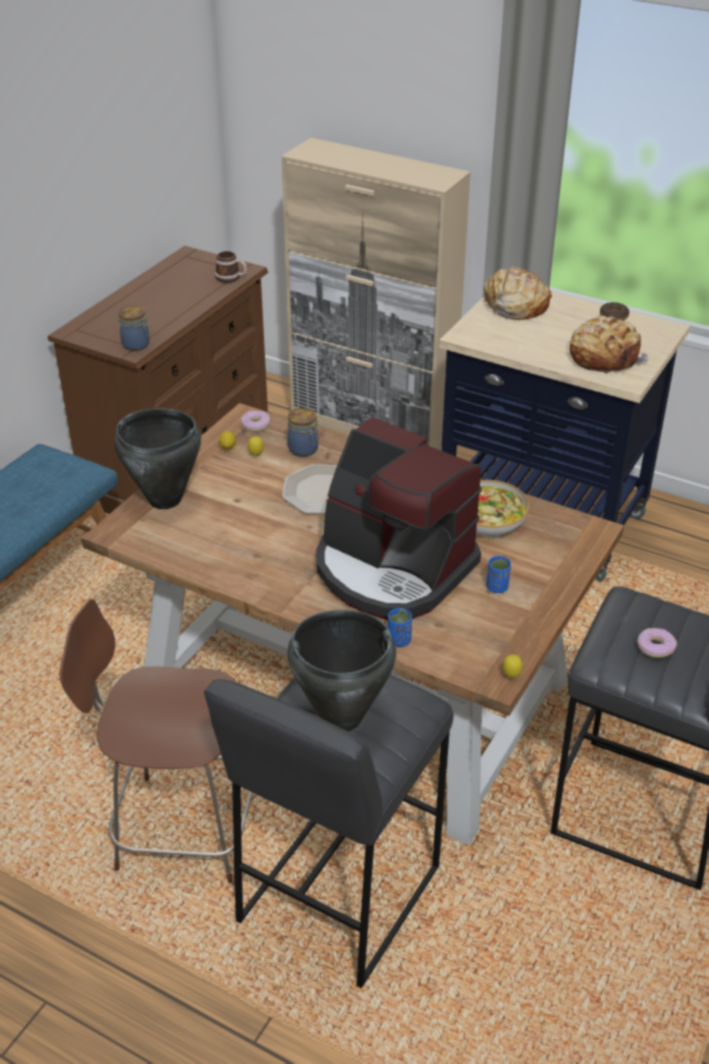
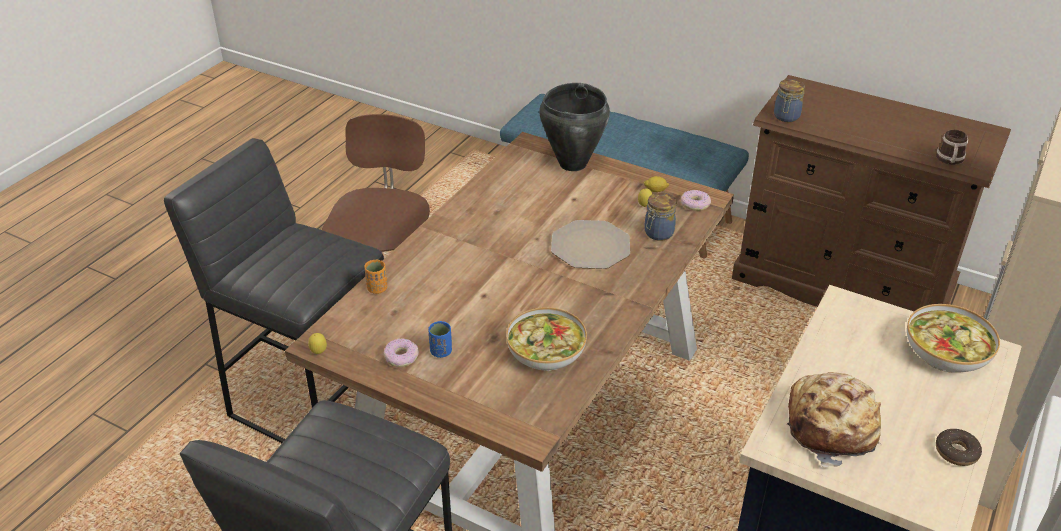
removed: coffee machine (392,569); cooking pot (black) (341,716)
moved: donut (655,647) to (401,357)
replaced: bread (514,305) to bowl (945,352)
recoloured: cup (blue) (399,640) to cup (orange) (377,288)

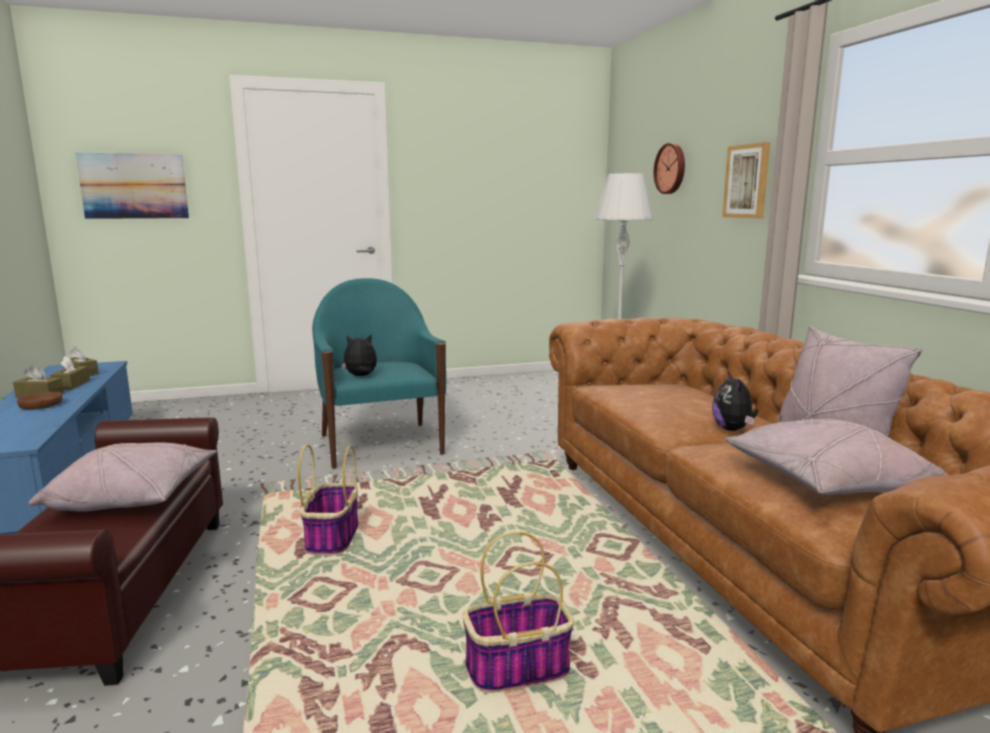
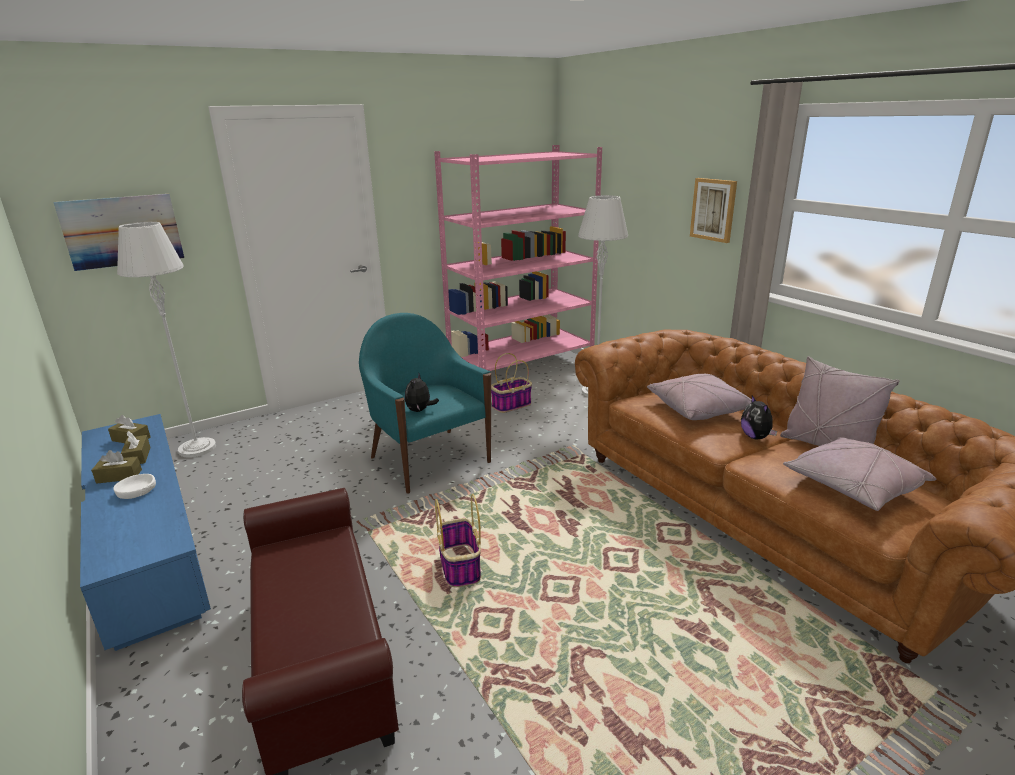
removed: wall clock (671,168)
added: bookcase (pink) (521,368); floor lamp (grey) (197,448)
moved: pillow (purple) (134,497) to (699,409); basket (516,669) to (511,405)
recoloured: bowl (brown) (41,405) to bowl (white) (136,491)
turned: plush toy (361,376) = (420,410) 45 degrees counterclockwise

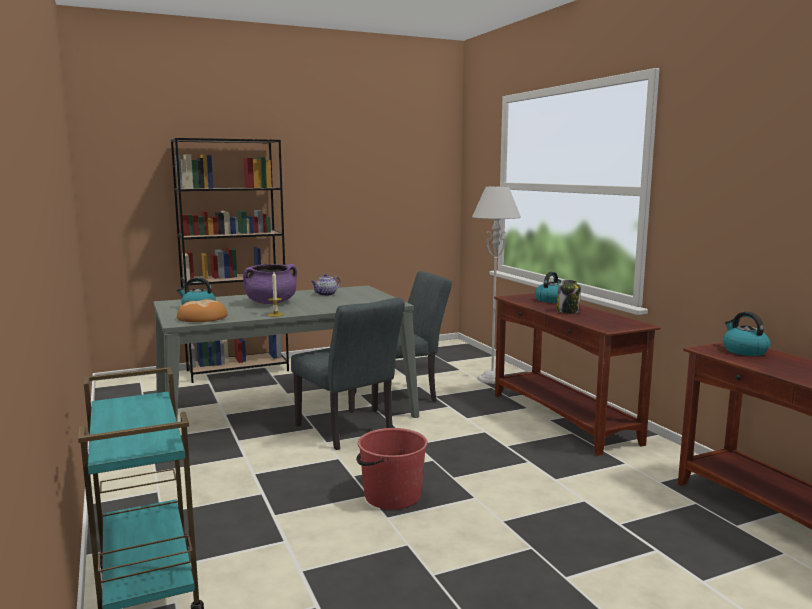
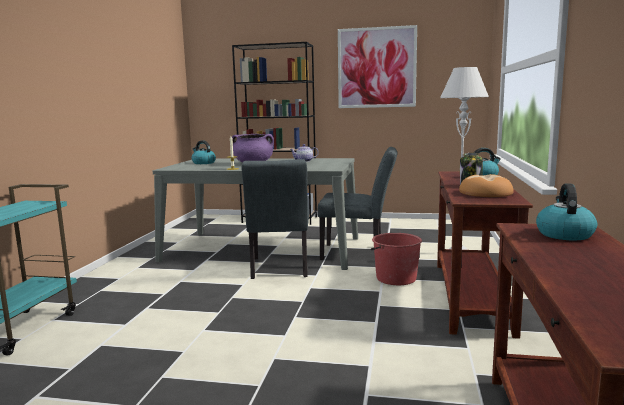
added: picture (376,68)
moved: bread (203,318) to (486,193); bucket (red) (391,496) to (395,278)

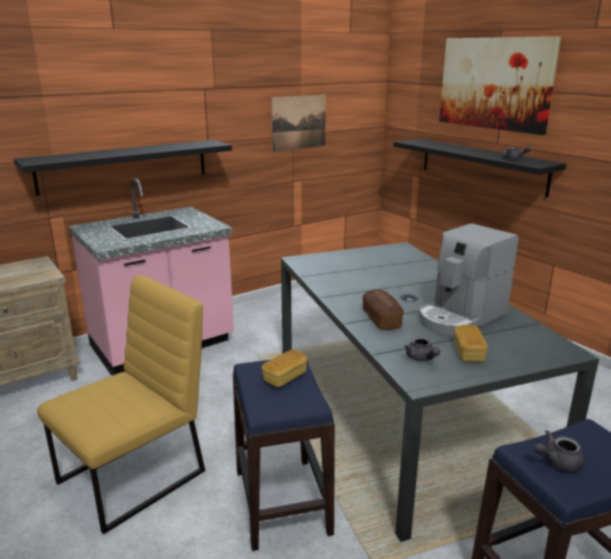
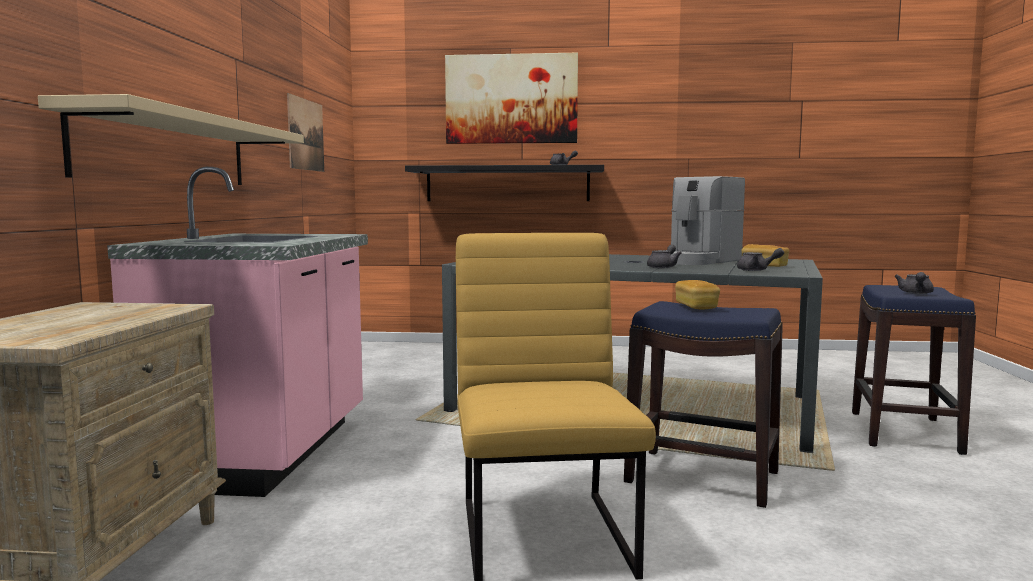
replaced: bread (381,319) to teapot (grey) (663,267)
recoloured: shelf (black) (124,166) to shelf (beige) (168,151)
turned: coffee machine (460,317) = (697,261) 45 degrees clockwise

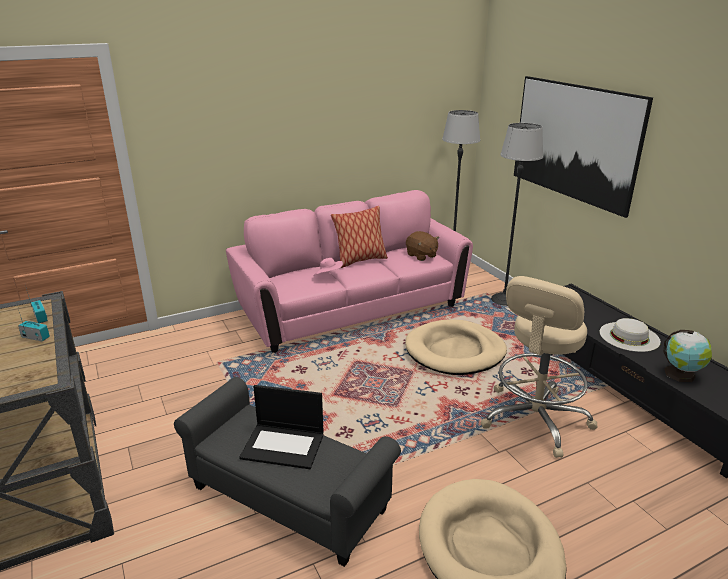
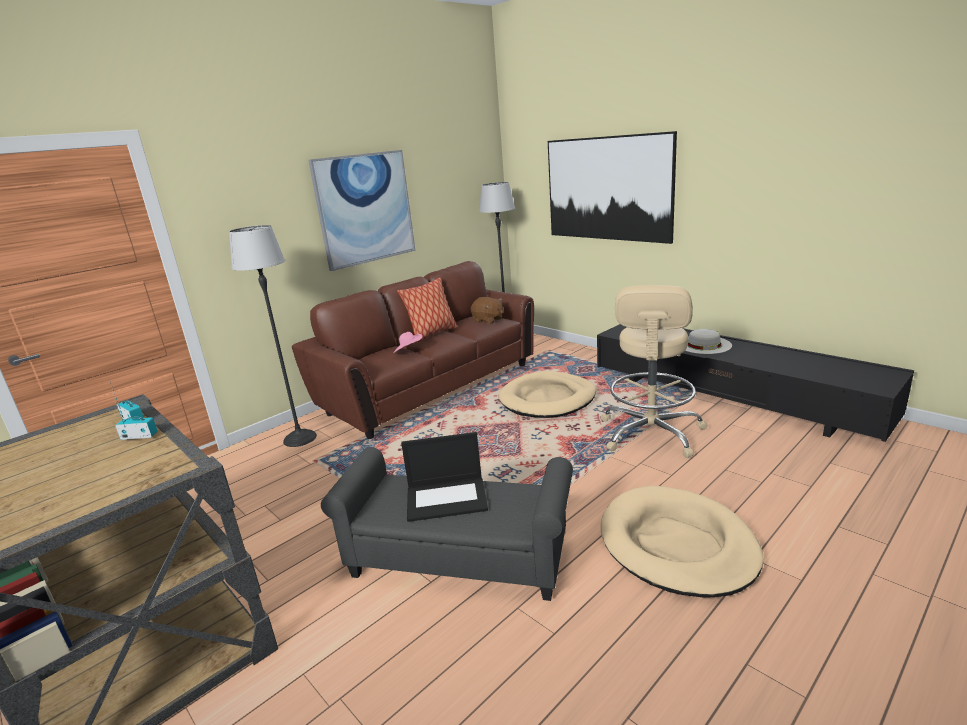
removed: globe (681,374)
added: picture (365,209)
moved: floor lamp (504,300) to (299,438)
recoloured: sofa (pink) (351,310) to sofa (brown) (429,388)

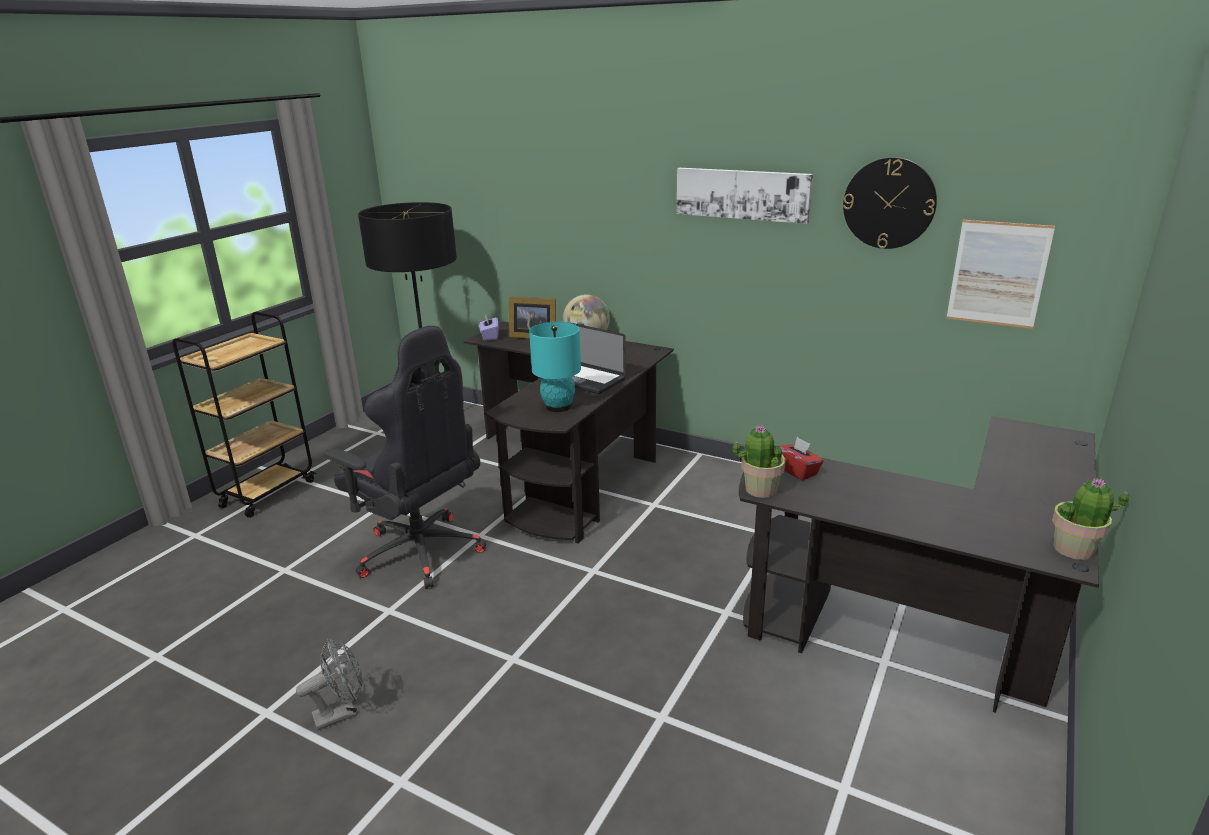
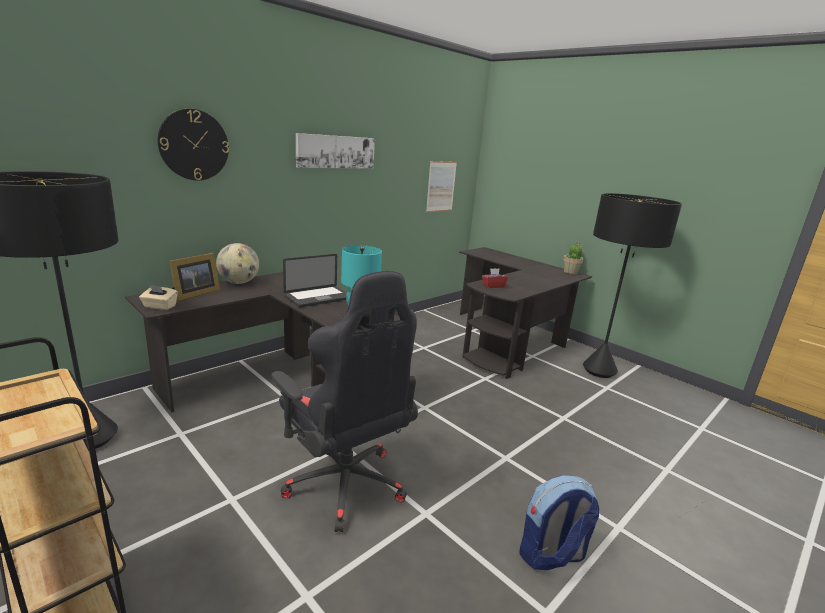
removed: potted plant (760,489)
added: floor lamp (black) (599,371)
moved: wall clock (889,203) to (194,145)
replaced: fan (grey) (341,713) to backpack (551,555)
recoloured: tissue box (purple) (489,337) to tissue box (beige) (159,307)
turned: office chair (black) (419,552) = (344,483) 90 degrees clockwise

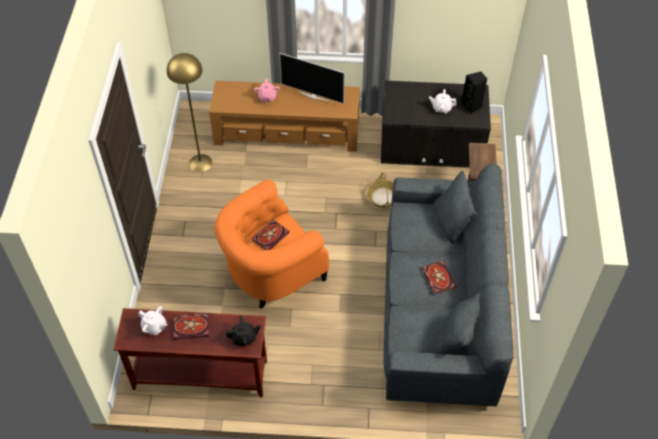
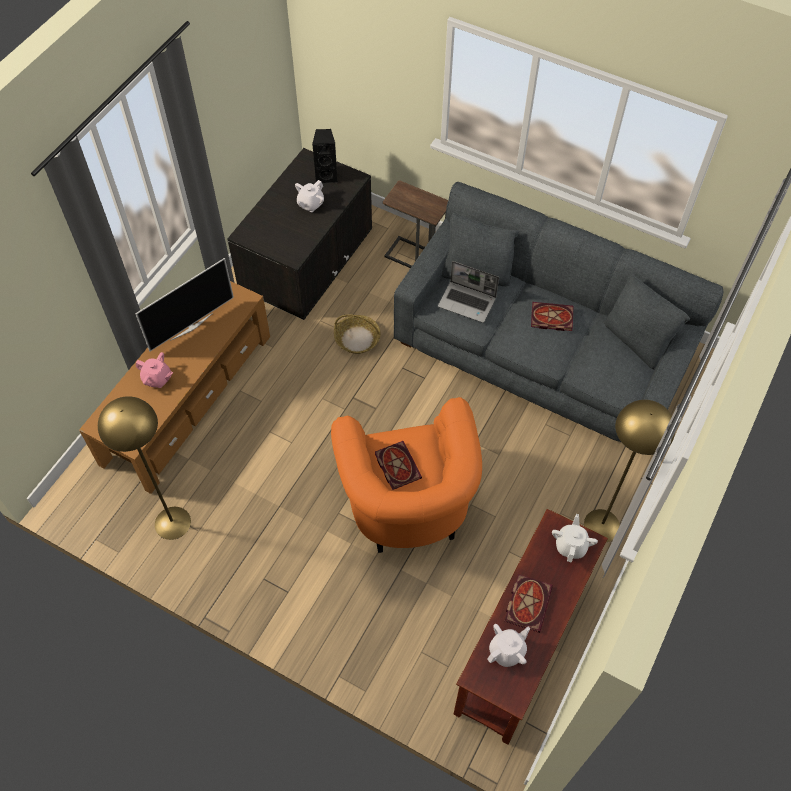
added: laptop (467,302); floor lamp (yellow) (602,525)
recoloured: teapot (black) (244,338) to teapot (white) (571,545)

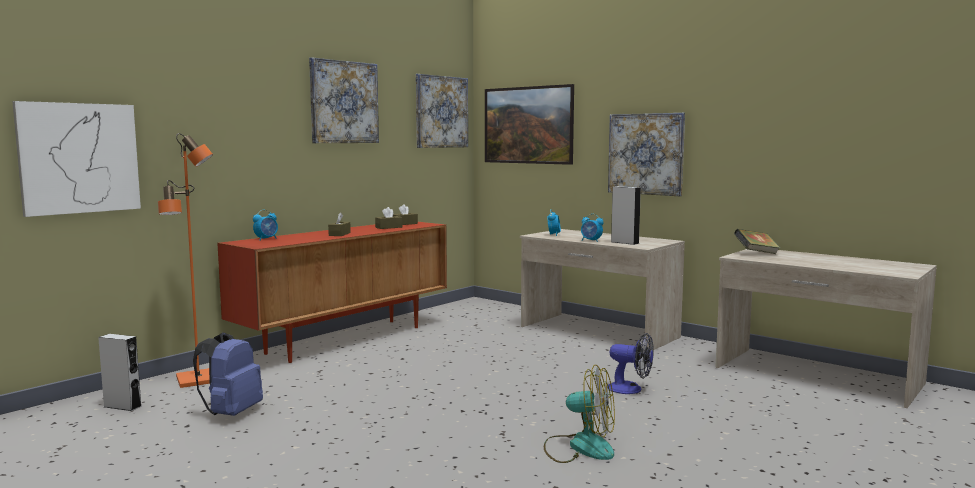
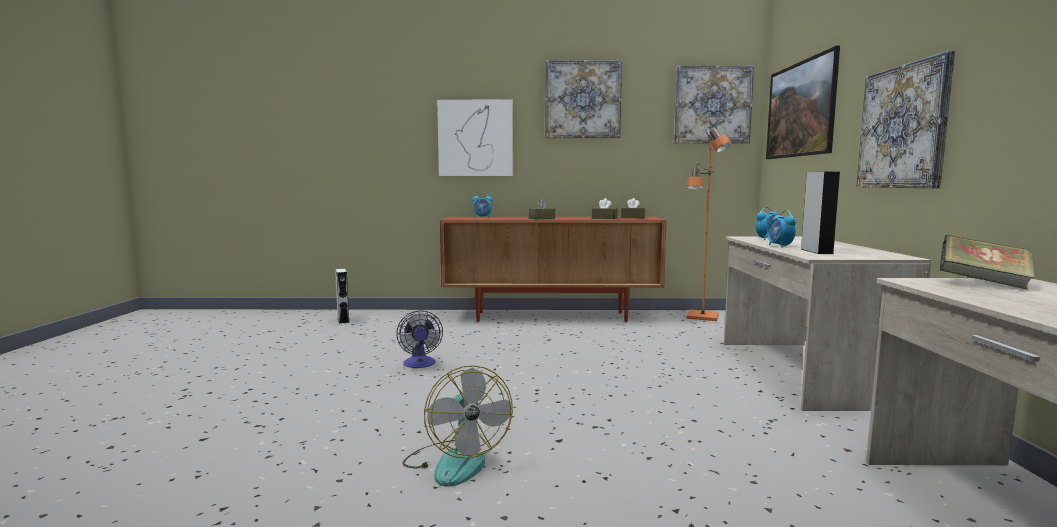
removed: backpack (blue) (231,413)
moved: picture (79,158) to (475,138); floor lamp (orange) (198,379) to (702,316); fan (631,389) to (420,364)

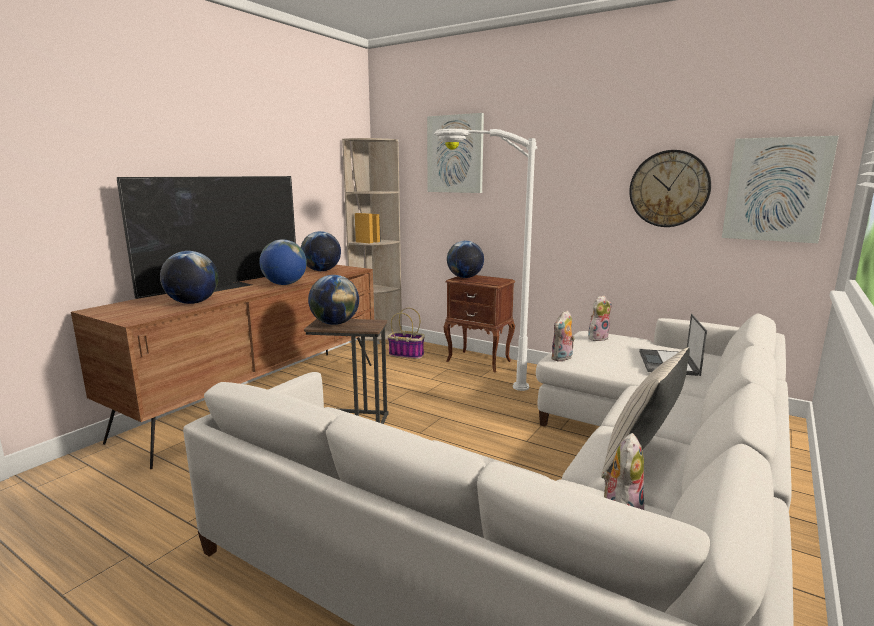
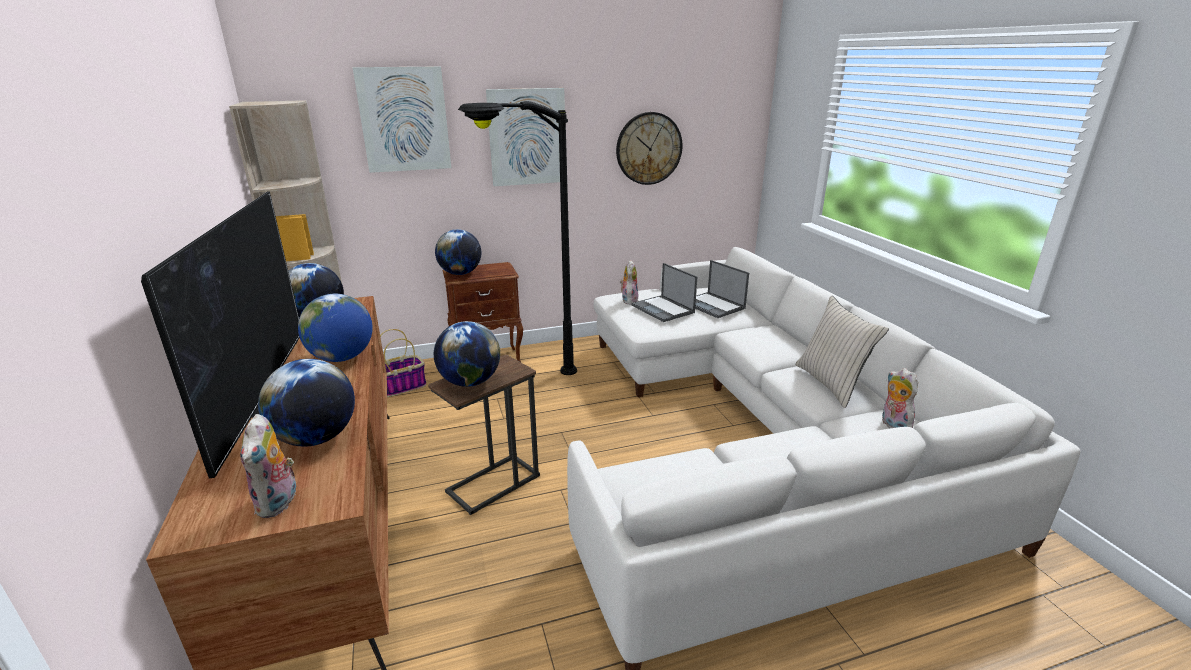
added: laptop (663,309)
moved: picture (776,190) to (527,137); plush toy (562,358) to (279,503)
recoloured: floor lamp (white) (470,383) to floor lamp (black) (523,388)

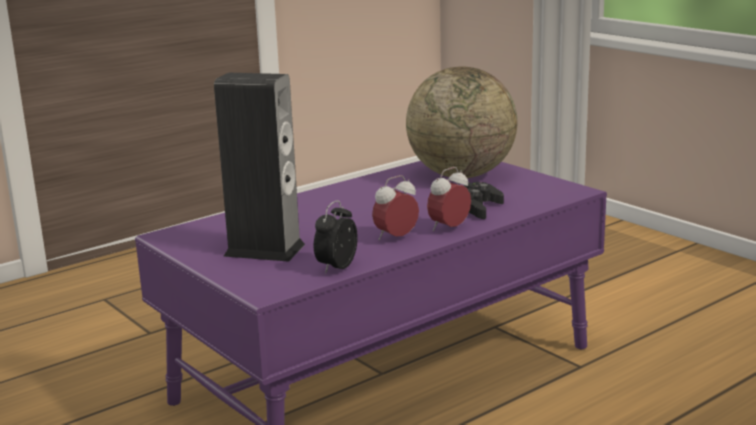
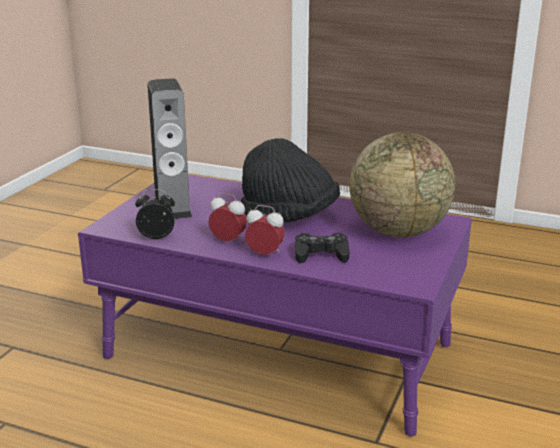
added: hat (black) (289,218)

